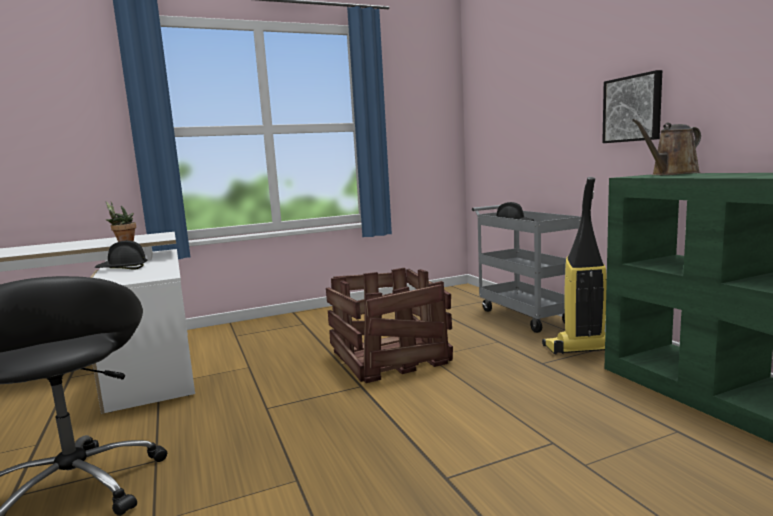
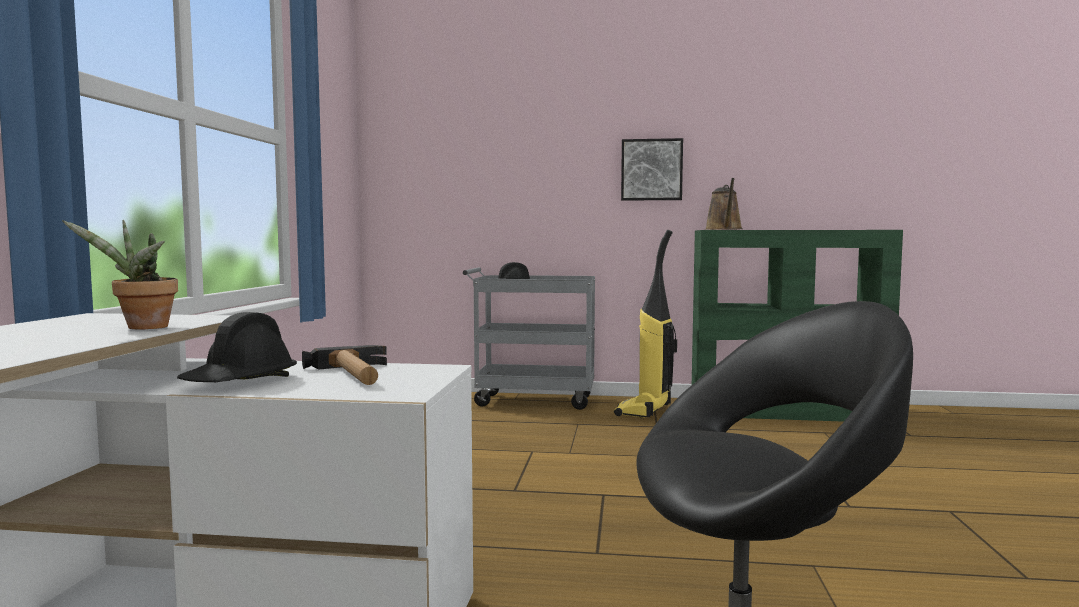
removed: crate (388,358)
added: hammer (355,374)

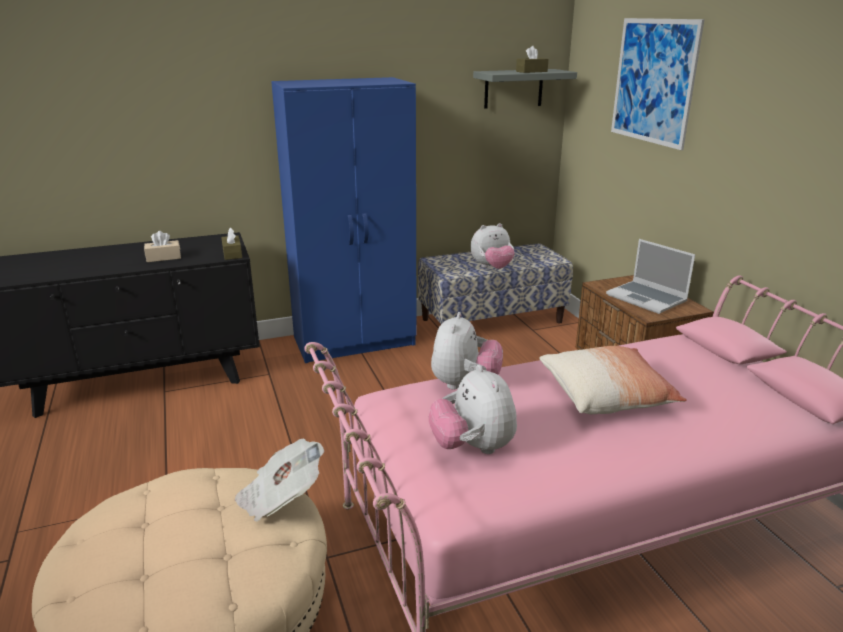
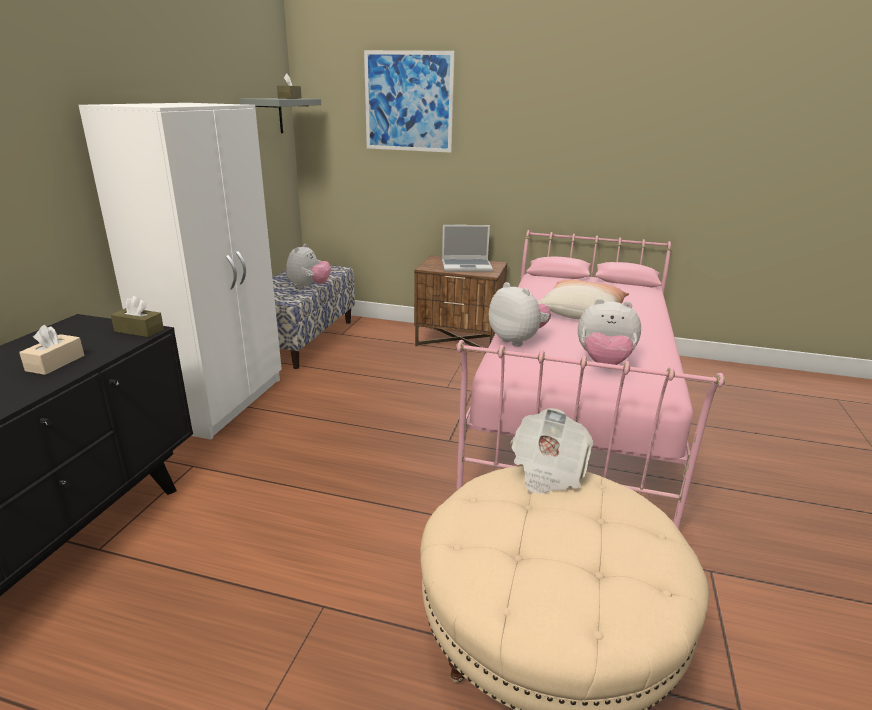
recoloured: wardrobe (blue) (355,341) to wardrobe (white) (222,401)

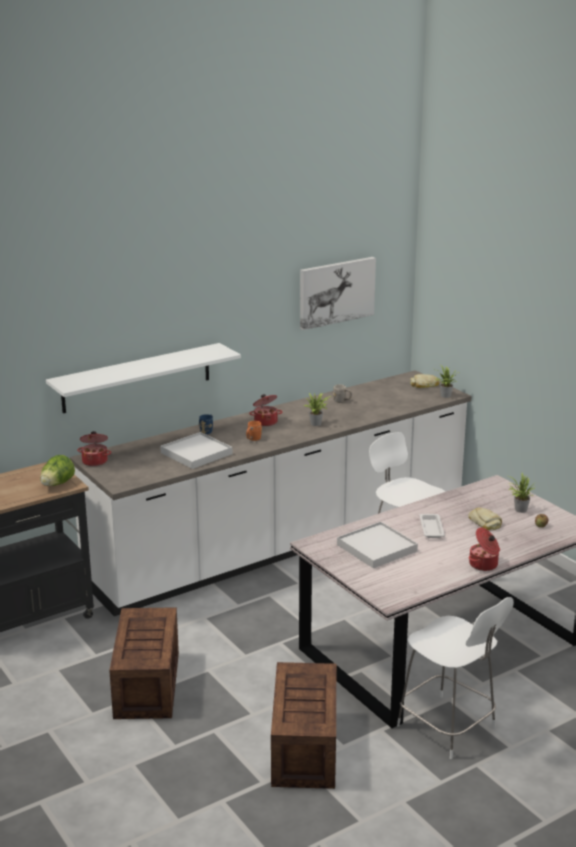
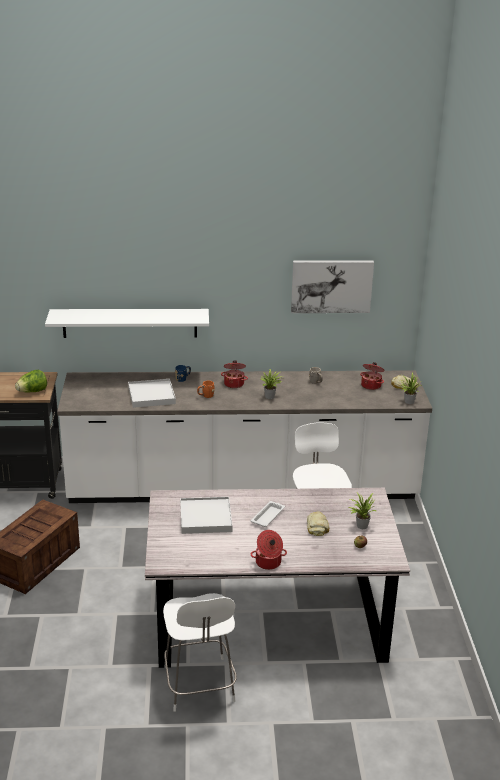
removed: crate (305,749)
moved: cooking pot (95,461) to (371,385)

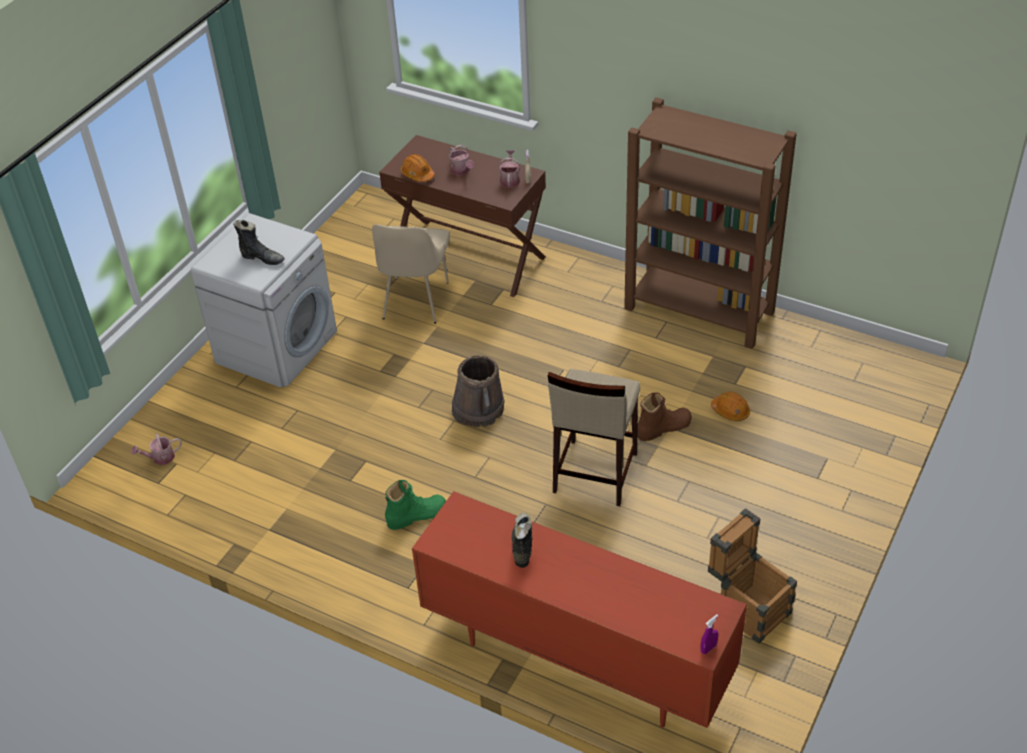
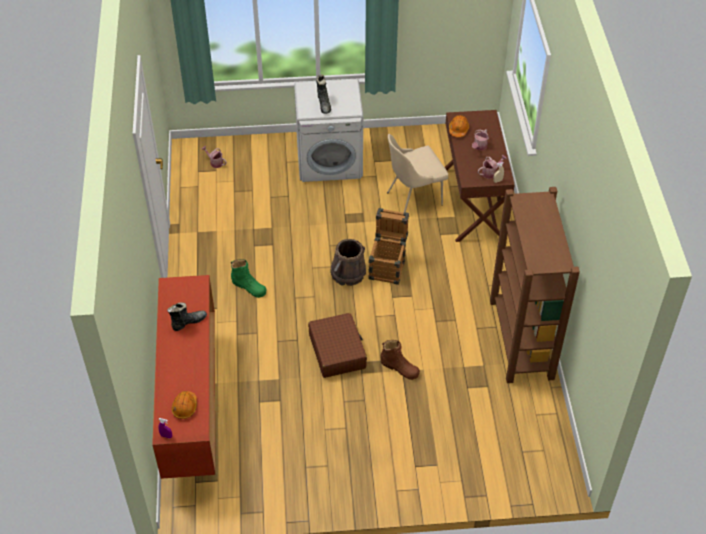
moved: hard hat (orange) (730,411) to (185,407); crate (748,607) to (388,266)
replaced: stool (beige) (594,473) to suitcase (brown) (337,351)

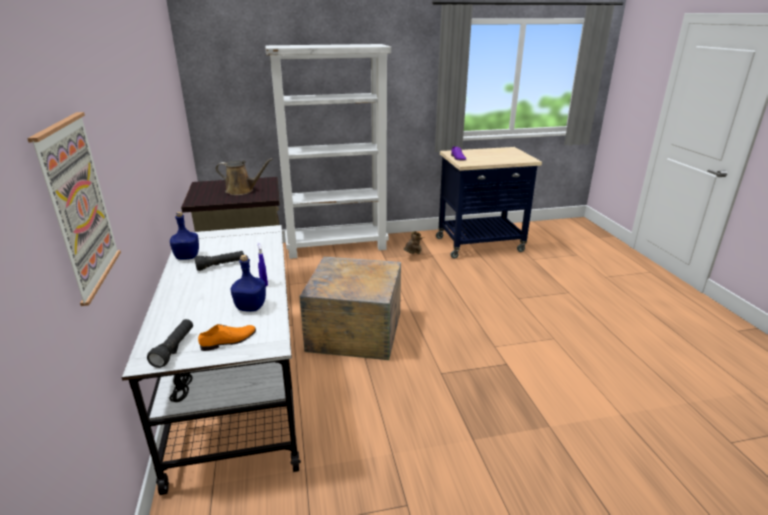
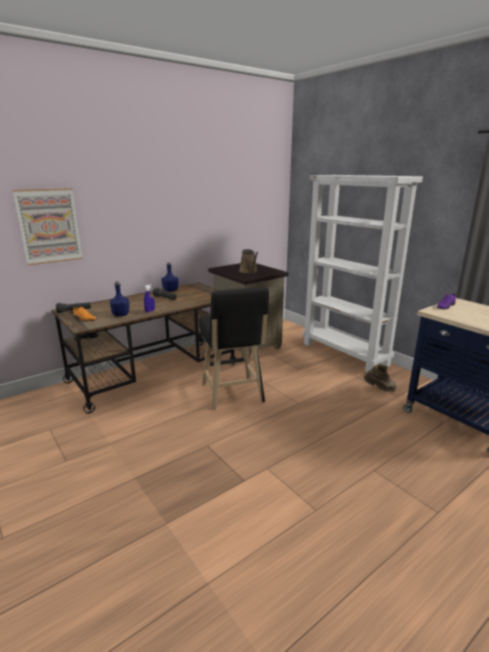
replaced: crate (356,332) to stool (black) (233,394)
recoloured: desk (white) (238,383) to desk (brown) (153,373)

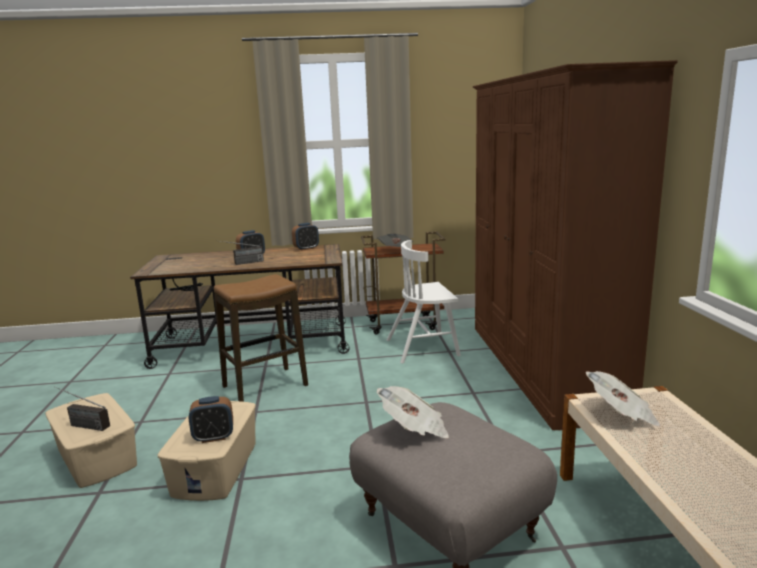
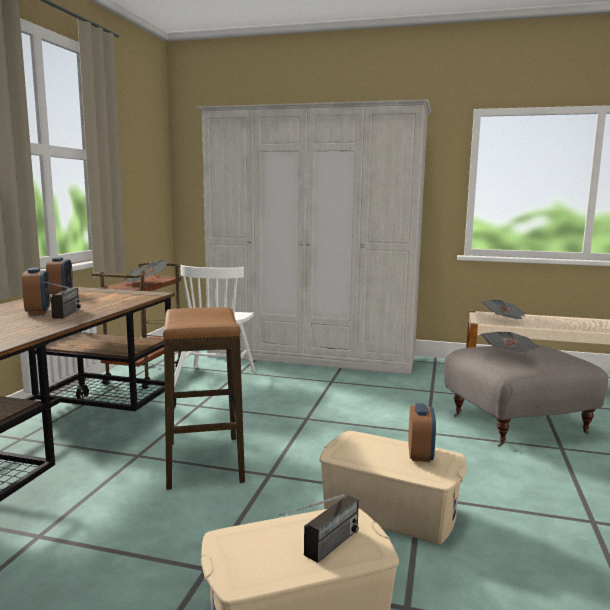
recoloured: wardrobe (brown) (541,367) to wardrobe (white) (312,356)

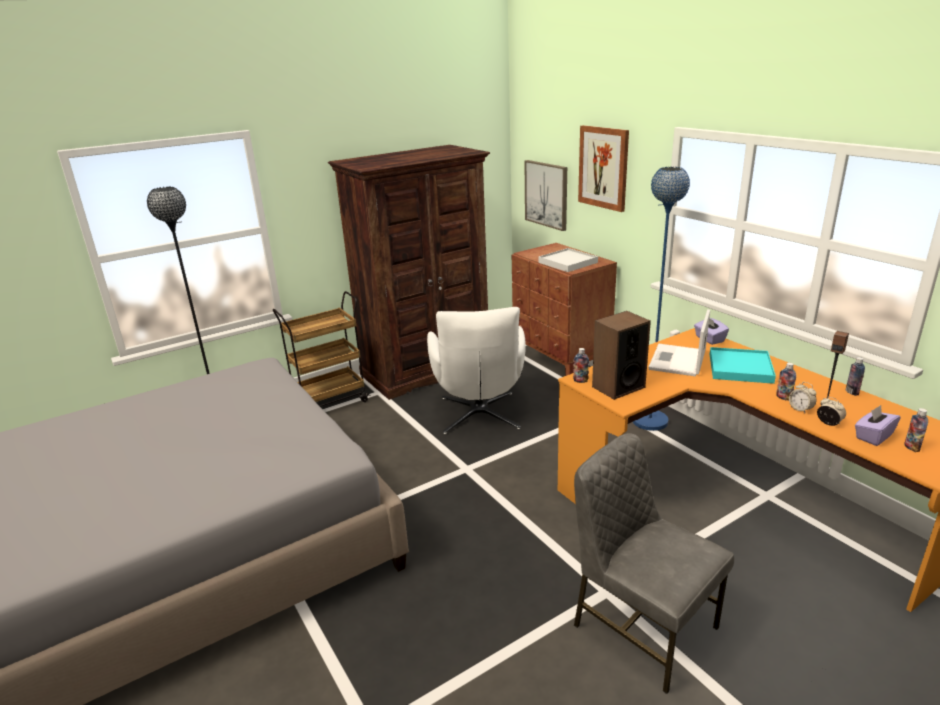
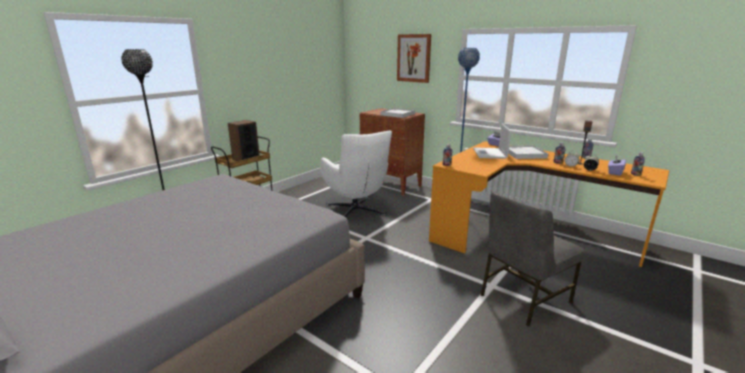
removed: wardrobe (brown) (427,369); picture (546,194)
moved: speaker (618,387) to (246,158)
recoloured: tray (turquoise) (740,368) to tray (white) (524,154)
turned: chair (grey) (642,626) = (523,298) 60 degrees counterclockwise

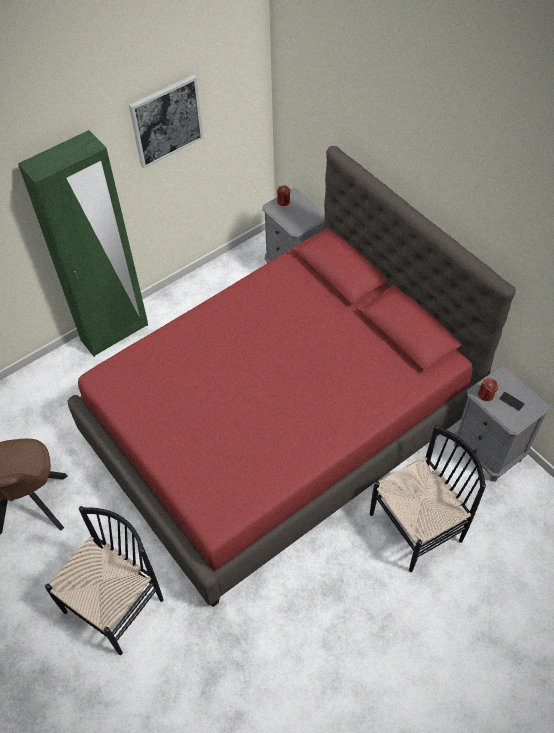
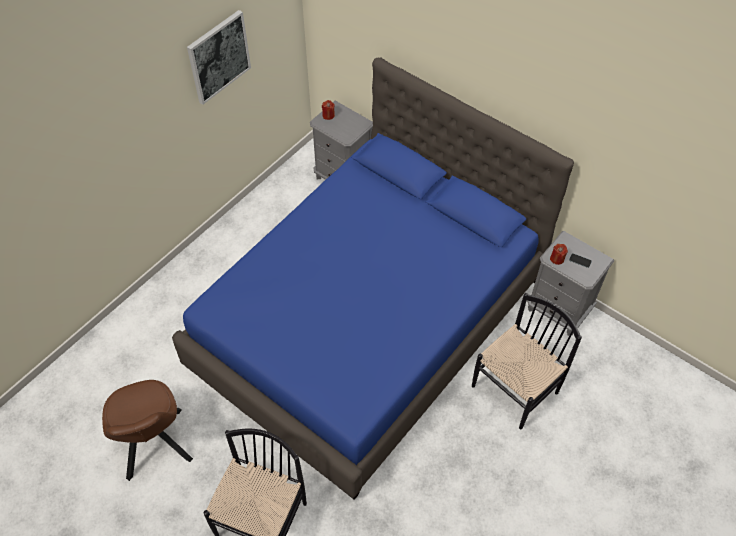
removed: wardrobe (green) (115,333)
recoloured: bed (red) (280,423) to bed (blue) (369,321)

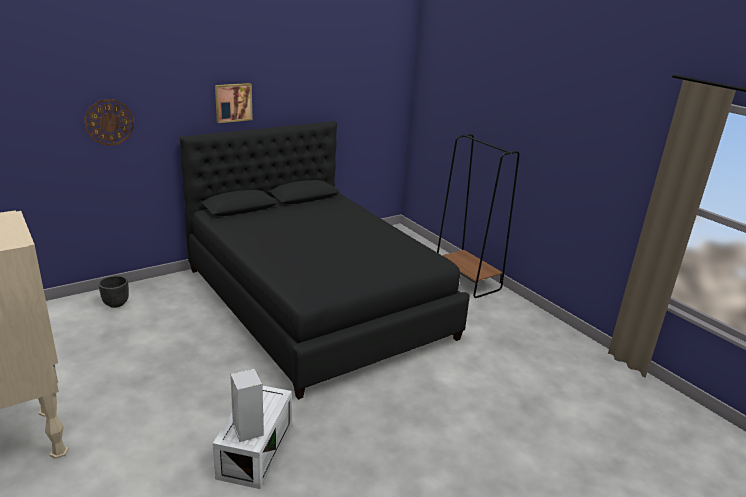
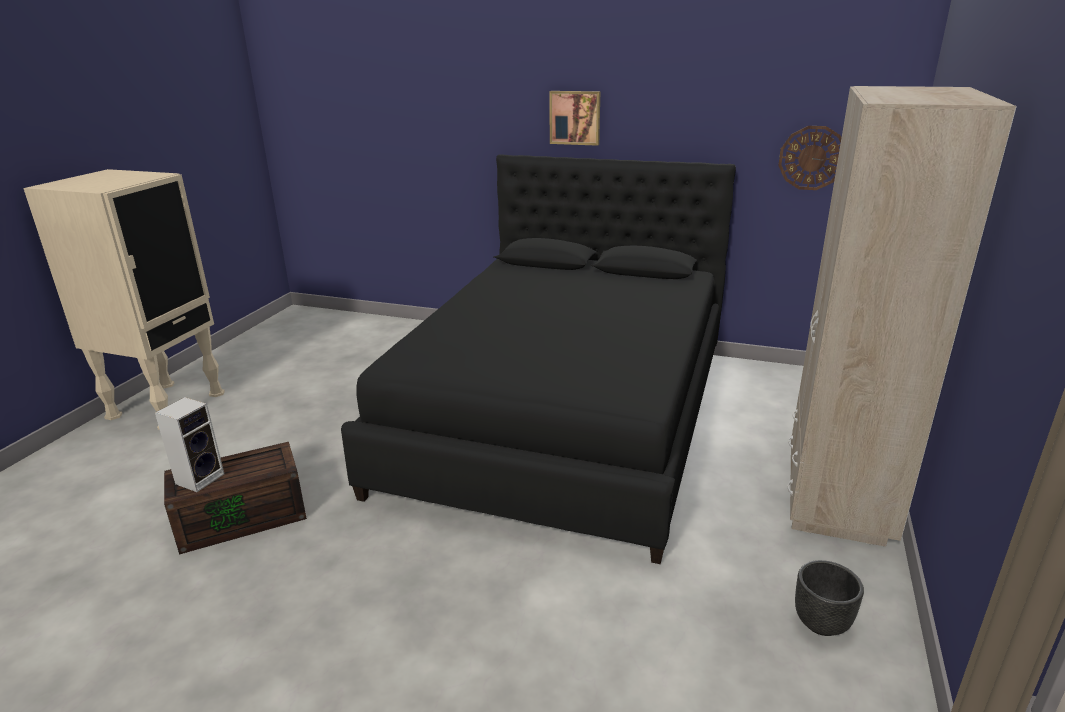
moved: wall clock (109,122) to (812,158); planter (black) (116,303) to (821,622)
replaced: clothes rack (467,281) to wardrobe (beige) (836,496)
recoloured: storage box (white) (254,449) to storage box (brown) (244,517)

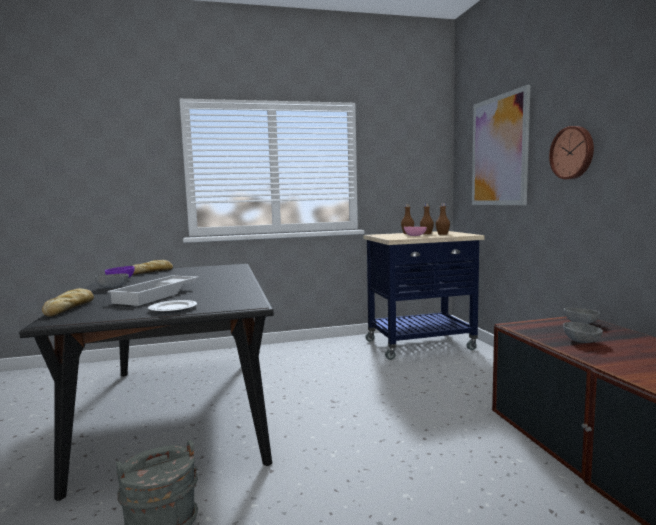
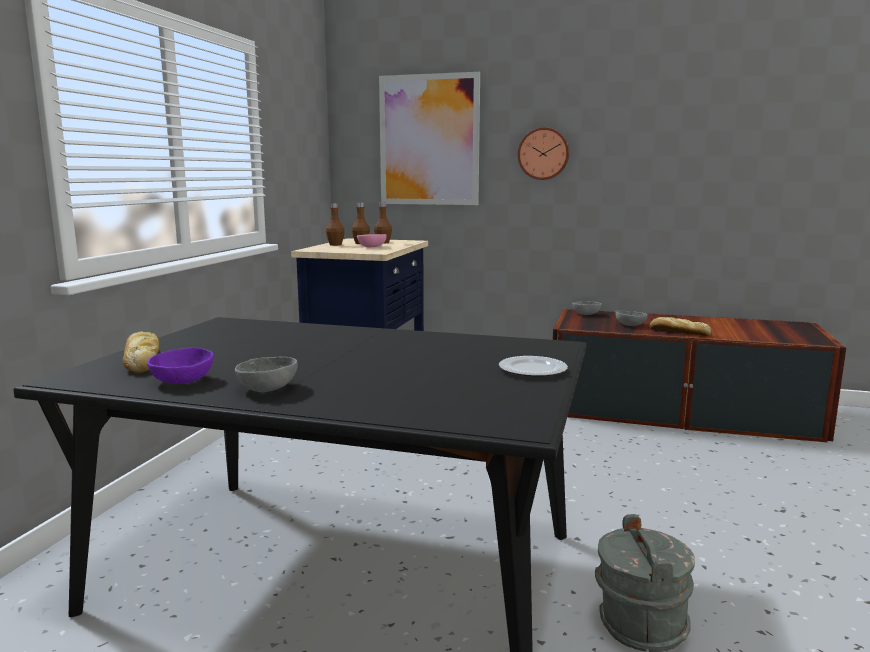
removed: tray (white) (157,295)
moved: bread (70,308) to (678,332)

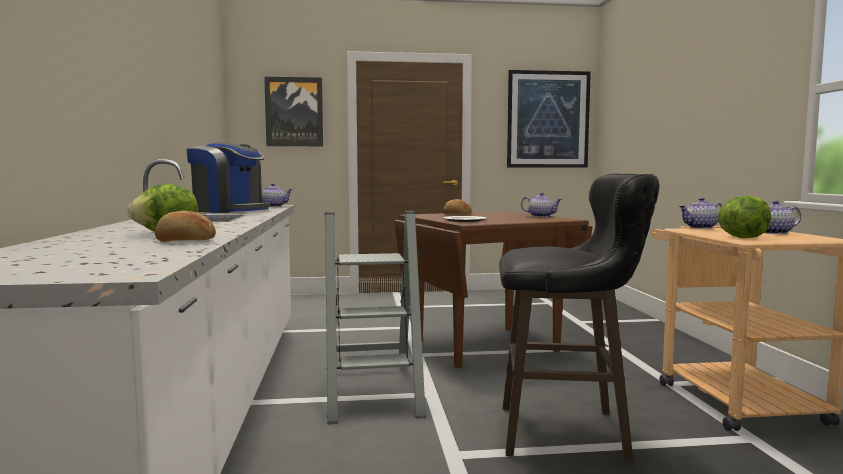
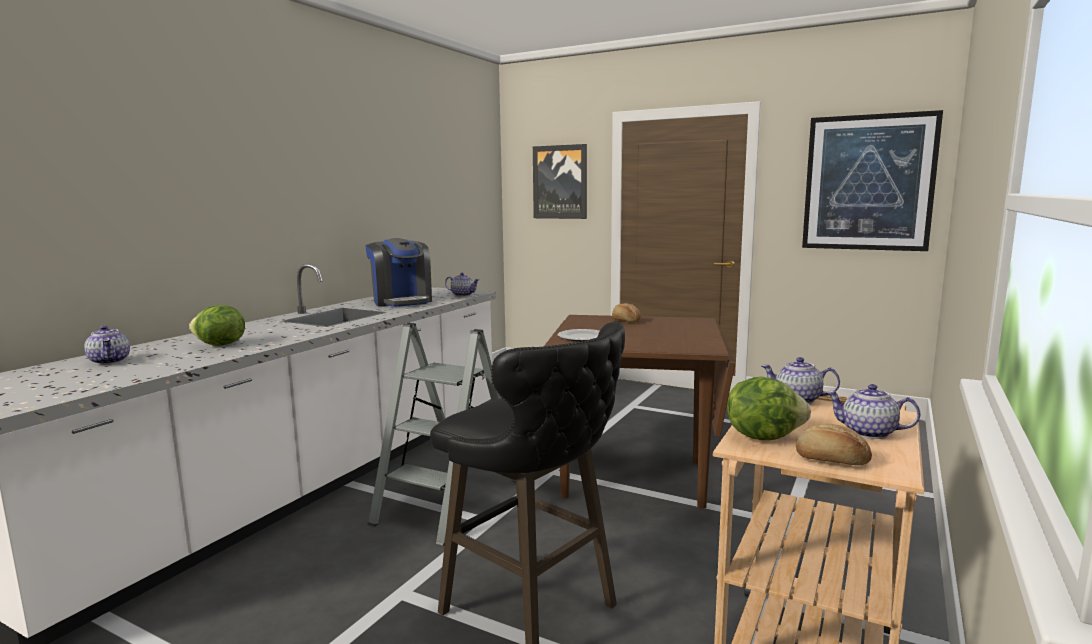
moved: teapot (541,216) to (110,361); bread (185,241) to (832,461)

